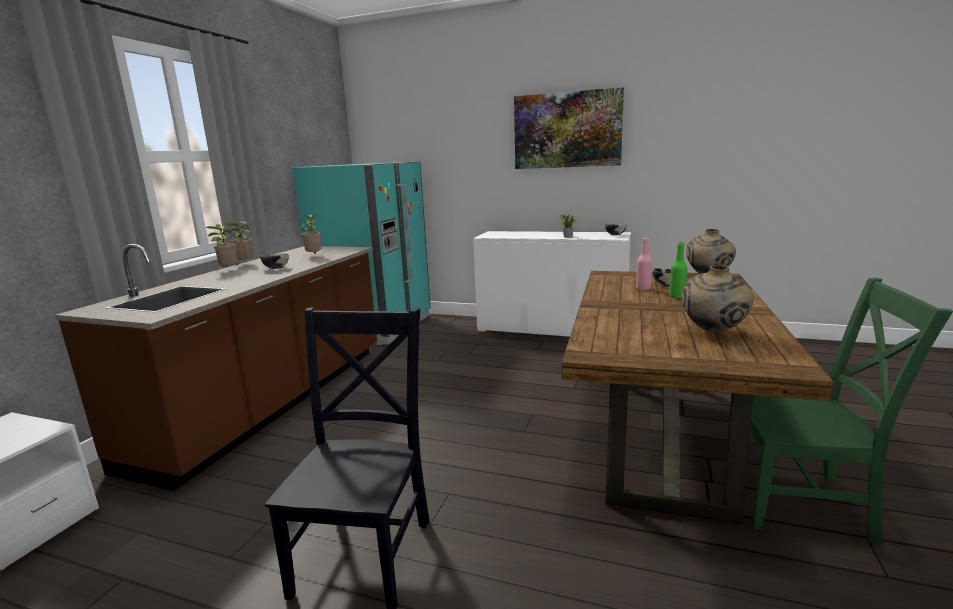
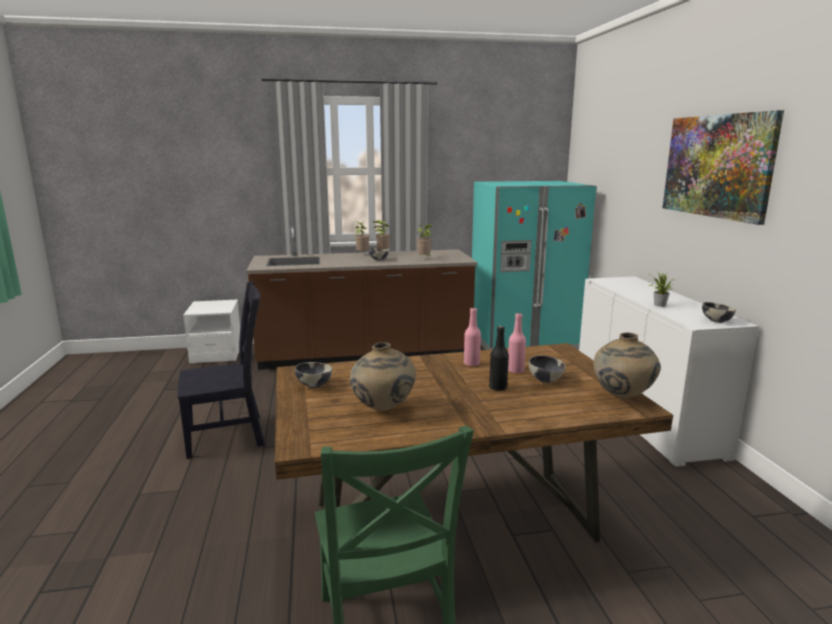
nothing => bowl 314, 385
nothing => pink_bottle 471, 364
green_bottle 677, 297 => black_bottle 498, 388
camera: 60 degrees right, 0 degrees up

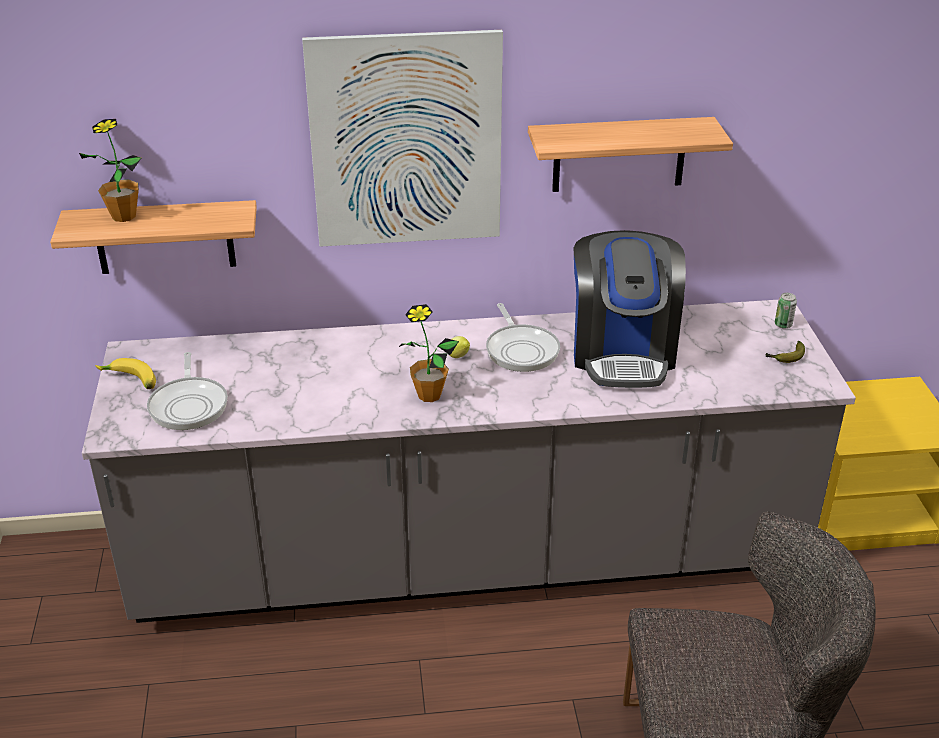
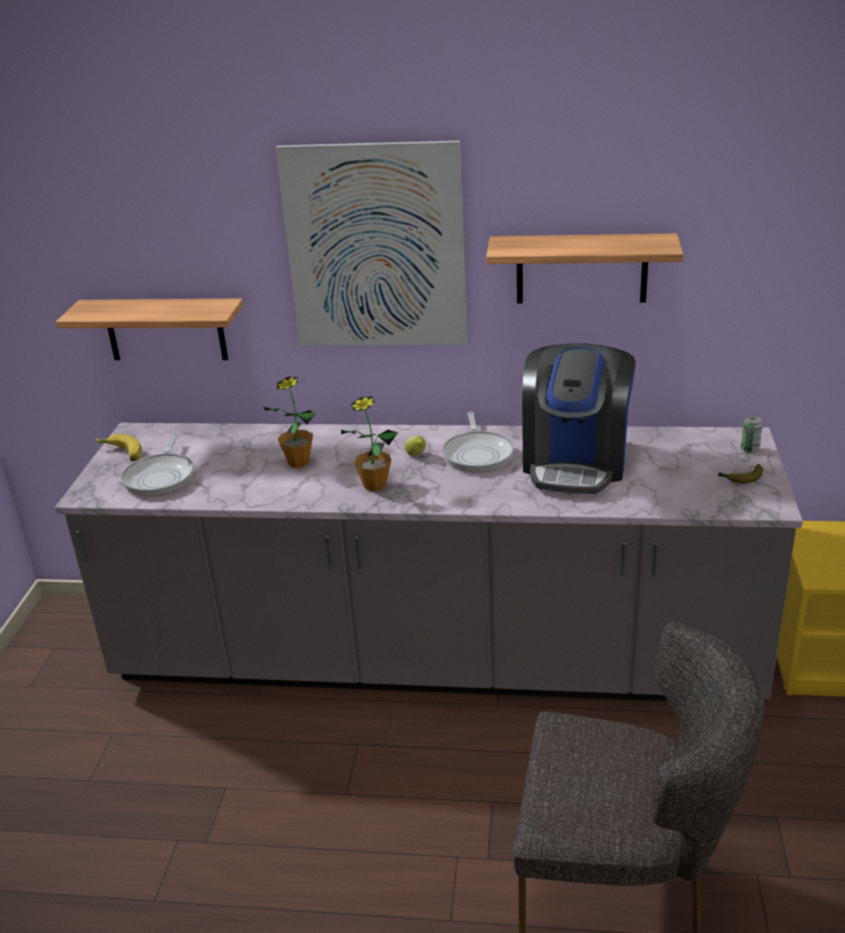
potted_plant 124, 216 => potted_plant 298, 462, moved
camera: 15 degrees right, 5 degrees down

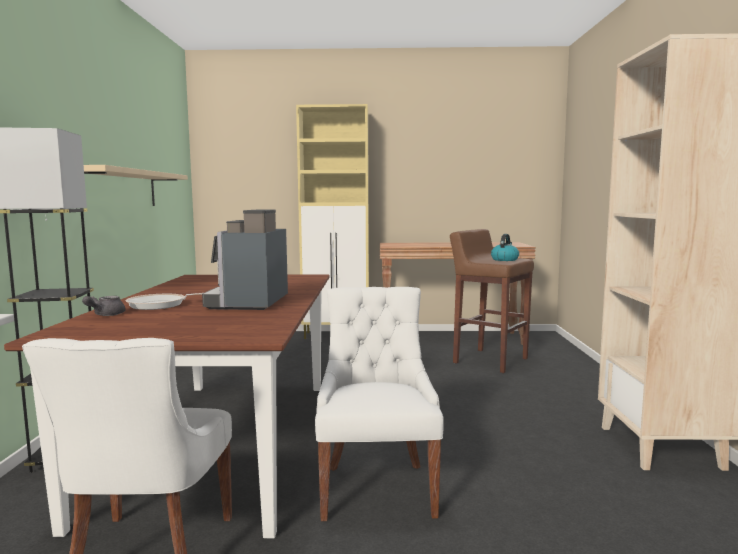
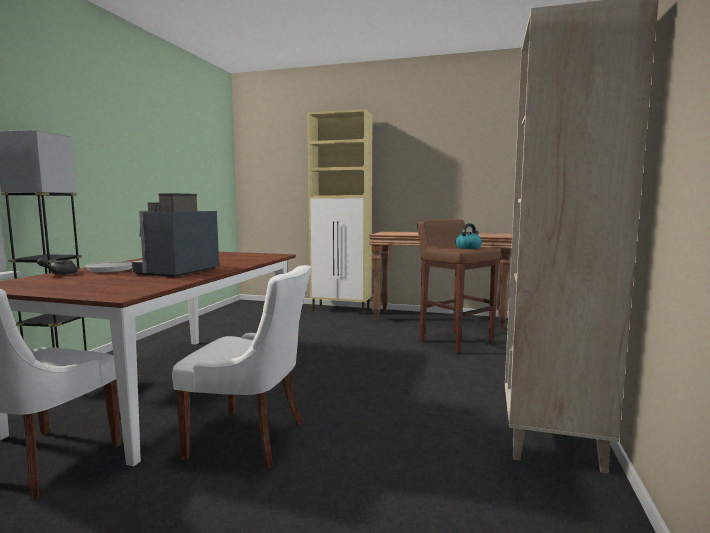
white_chair 377, 489 => white_chair 250, 439, 90 degrees clockwise
beige_shelf 118, 189 => nothing
camera: 15 degrees right, 0 degrees up

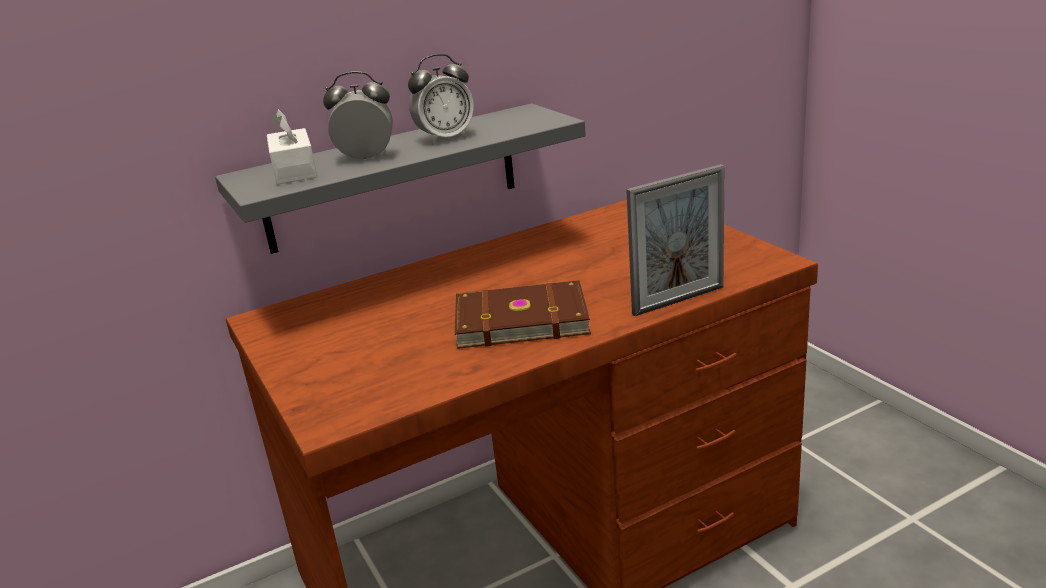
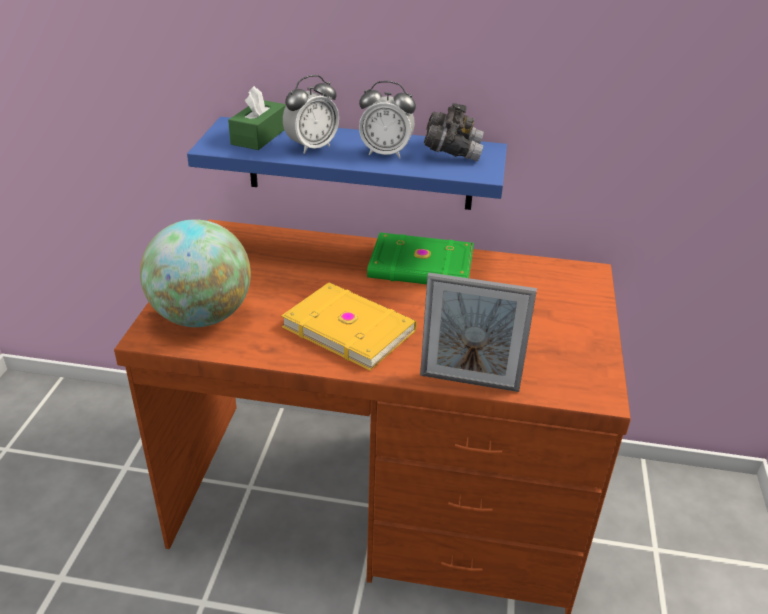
nothing => globe 201, 316
grey_shelf 392, 178 => blue_shelf 359, 164
white_tissue_box 294, 171 => green_tissue_box 259, 136
brown_book 520, 319 => yellow_book 349, 328
alarm_clock 367, 158 => alarm_clock 311, 147, 105 degrees clockwise
nothing => green_book 421, 267
nothing => grey_binoculars 452, 151
camera: 35 degrees right, 10 degrees up

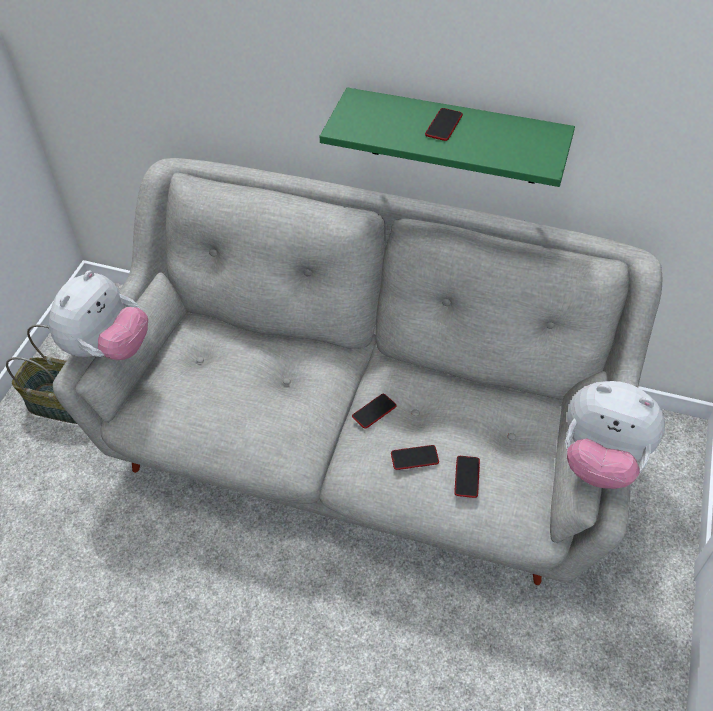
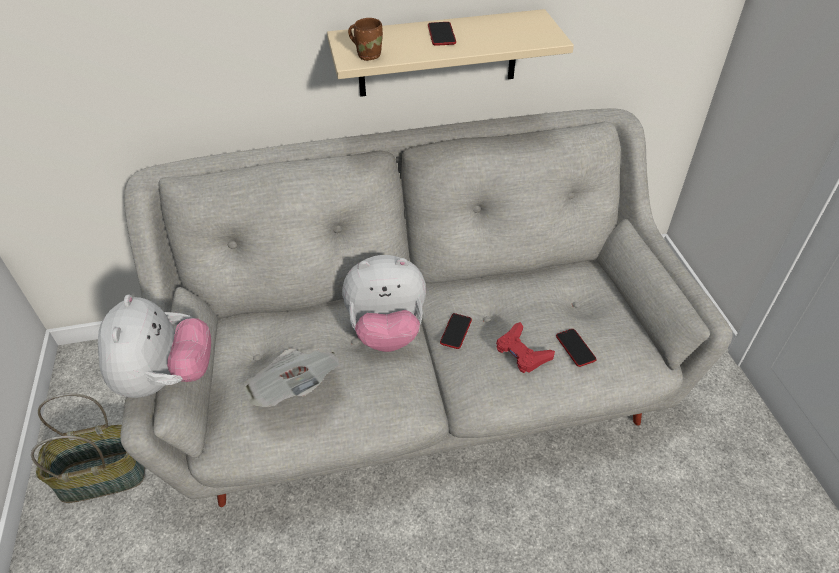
nothing => newspaper 294, 389
green_shelf 454, 137 => beige_shelf 438, 54
plush_toy 601, 460 => plush_toy 387, 331, moved
nothing => brown_mug 368, 55
phone 414, 458 => red_game_controller 522, 352
camera: 30 degrees left, 5 degrees down

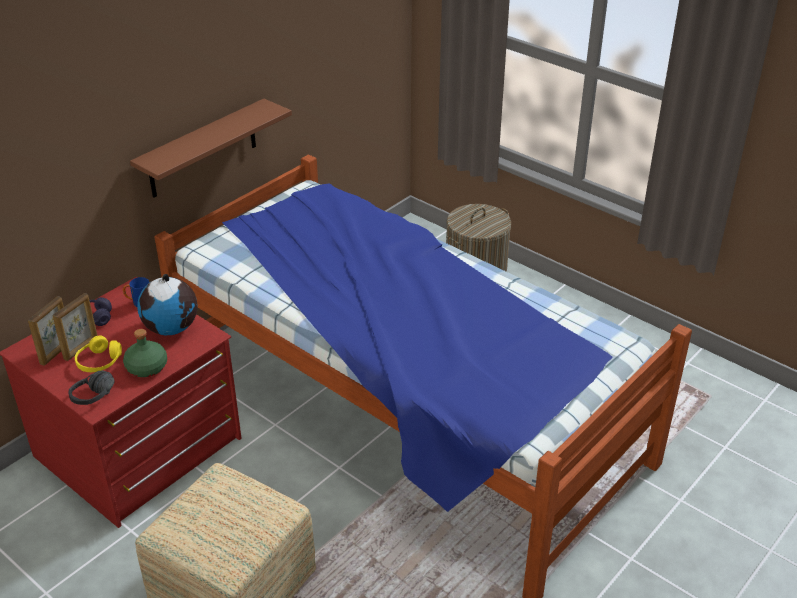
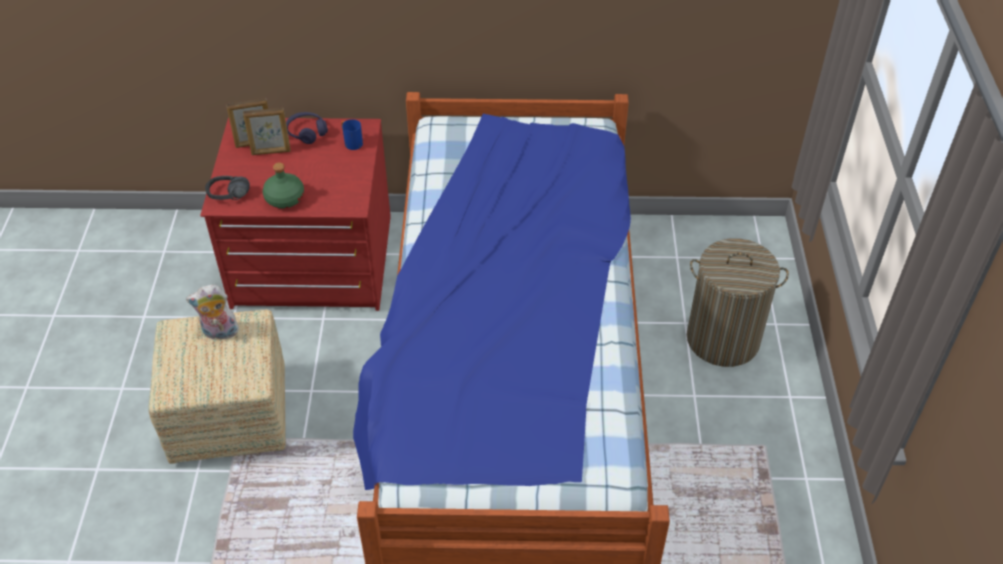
nothing => plush_toy 219, 333
yellow_headphones 99, 362 => nothing
brown_shelf 203, 149 => nothing
globe 172, 328 => nothing
camera: 50 degrees right, 10 degrees up

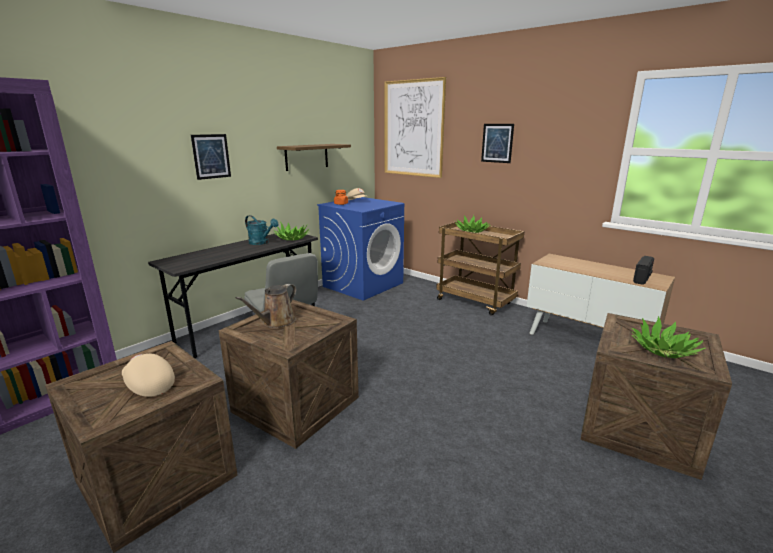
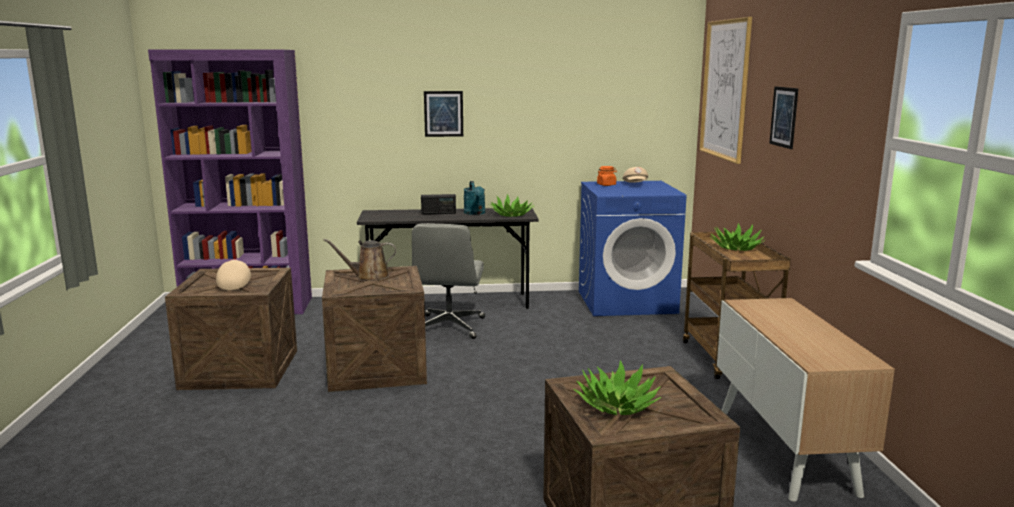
radio 642, 279 => radio 438, 213, moved
shelf 306, 157 => nothing
camera: 45 degrees right, 5 degrees down

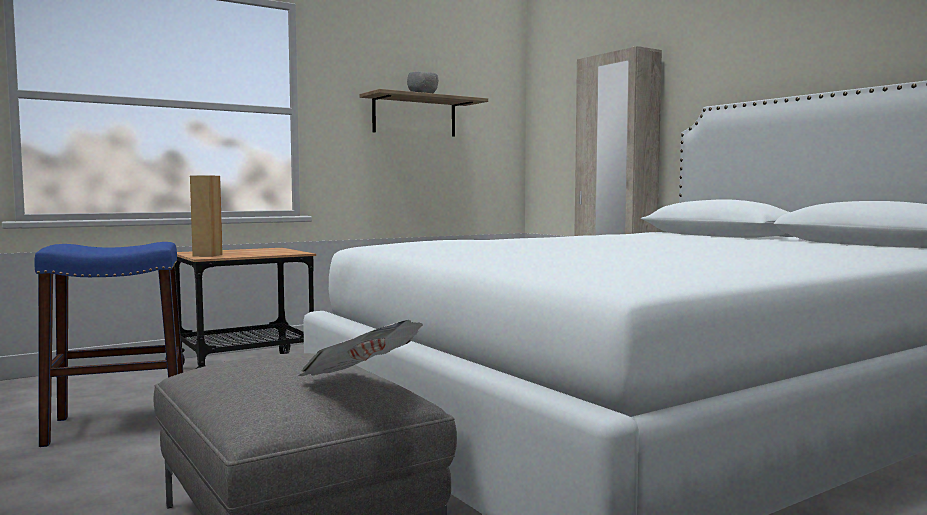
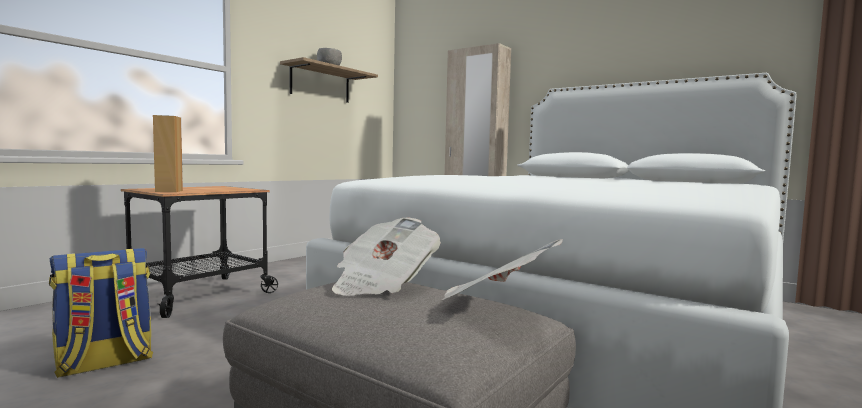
blue_stool 118, 425 => backpack 104, 363
nothing => newspaper 382, 284
camera: 20 degrees left, 0 degrees up

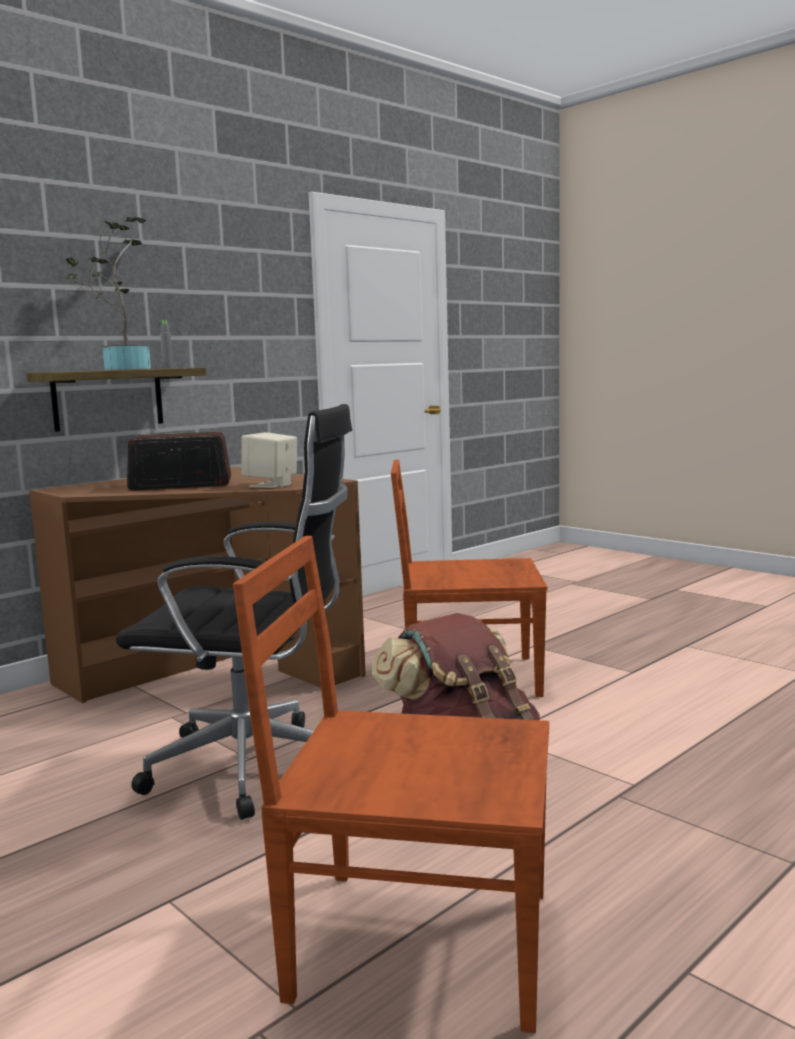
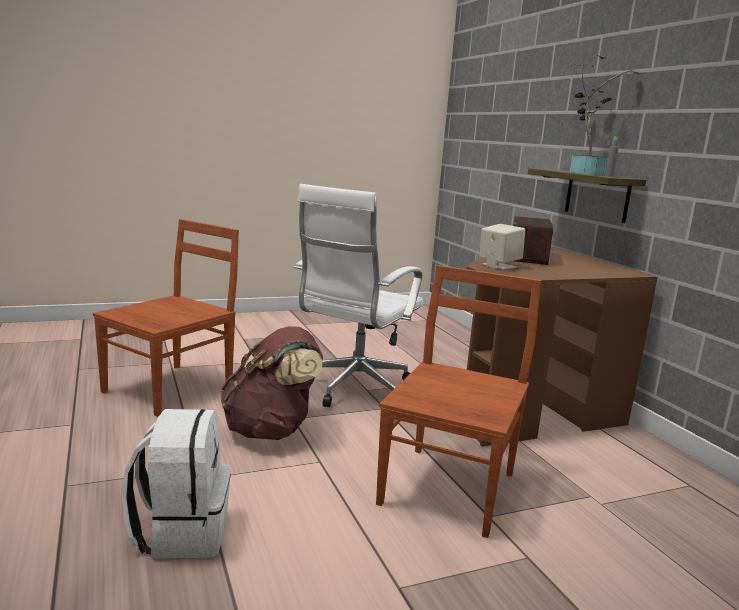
nothing => white_backpack 181, 532
black_office_chair 257, 767 => white_office_chair 353, 389
camera: 110 degrees right, 5 degrees up

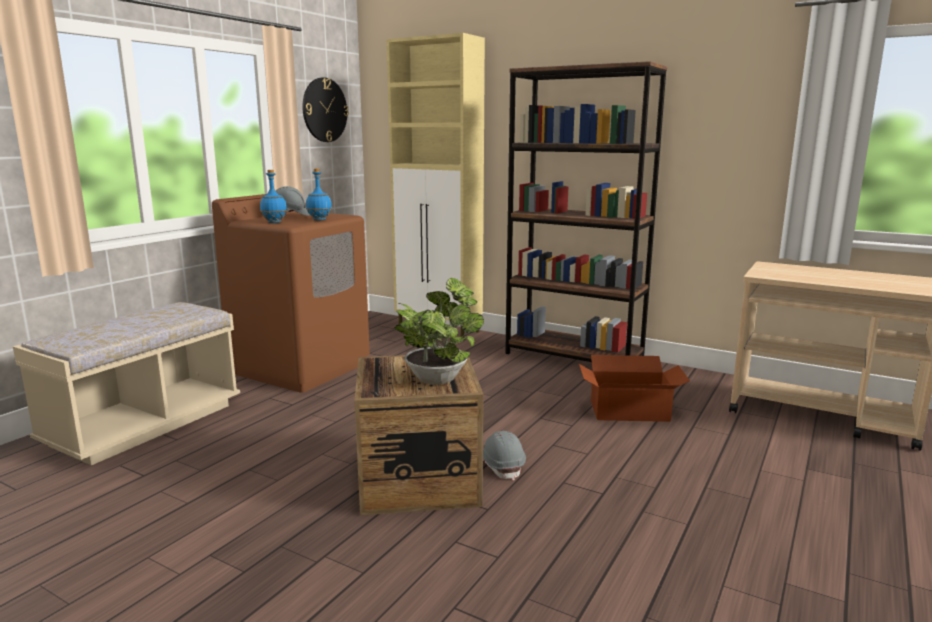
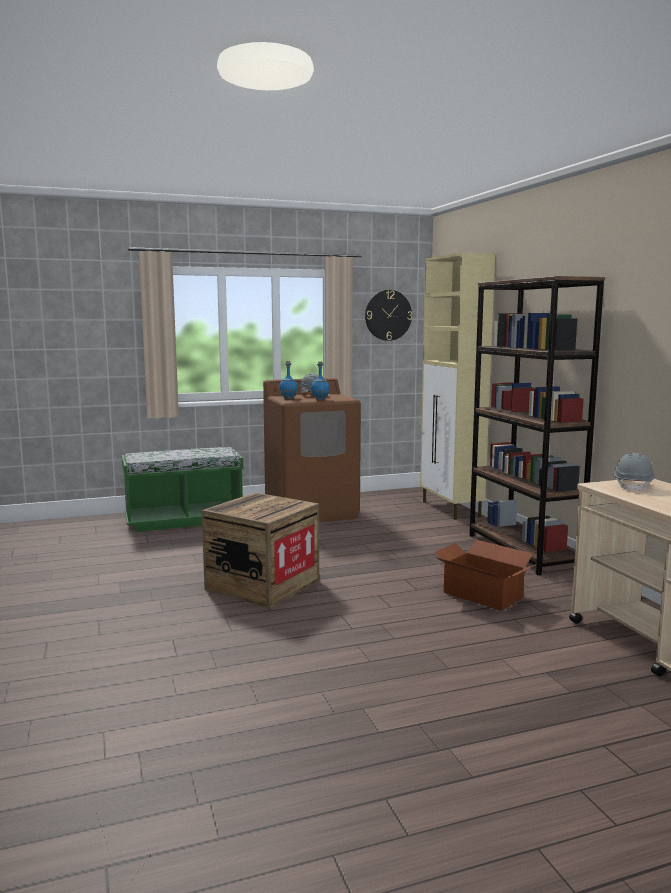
beige_bench 144, 425 => green_bench 184, 520
grey_hard_hat 502, 466 => grey_hard_hat 633, 486, moved
potted_plant 438, 378 => nothing
camera: 40 degrees right, 5 degrees down

